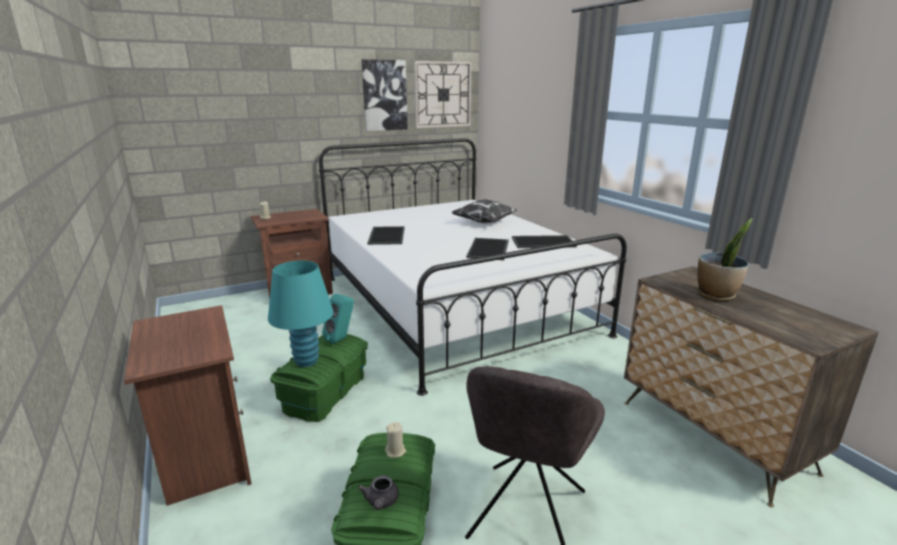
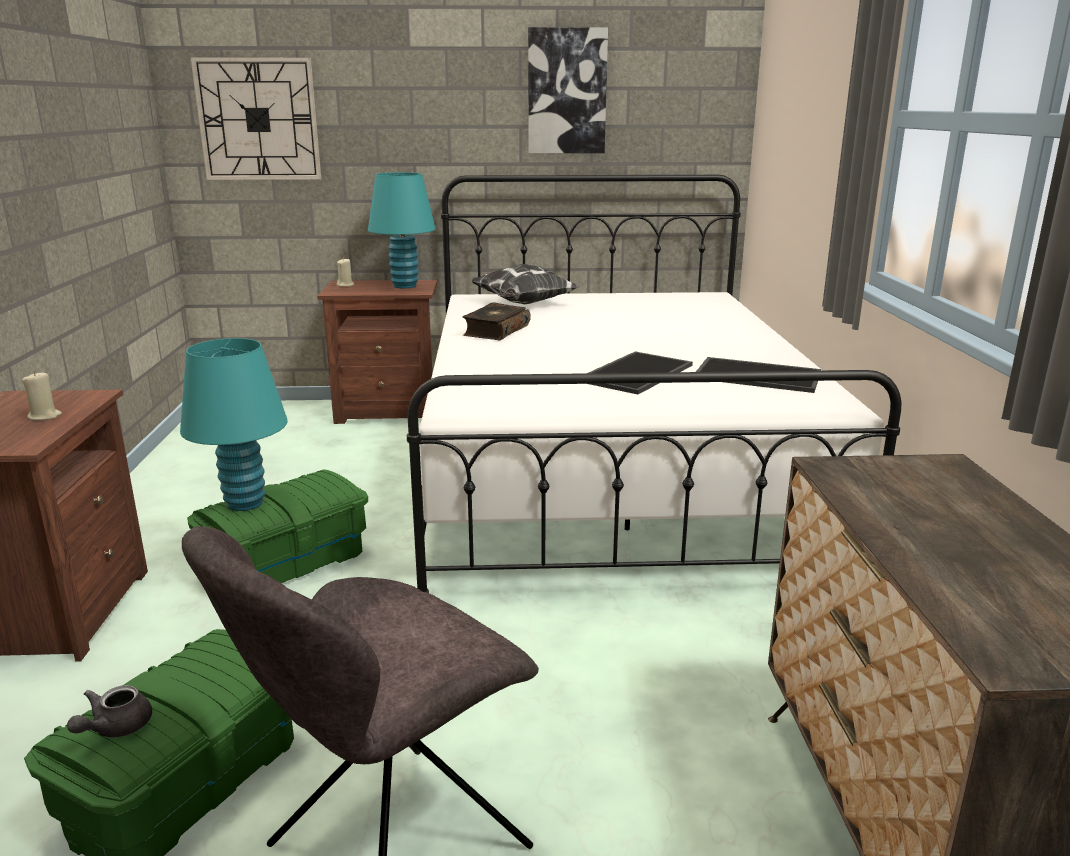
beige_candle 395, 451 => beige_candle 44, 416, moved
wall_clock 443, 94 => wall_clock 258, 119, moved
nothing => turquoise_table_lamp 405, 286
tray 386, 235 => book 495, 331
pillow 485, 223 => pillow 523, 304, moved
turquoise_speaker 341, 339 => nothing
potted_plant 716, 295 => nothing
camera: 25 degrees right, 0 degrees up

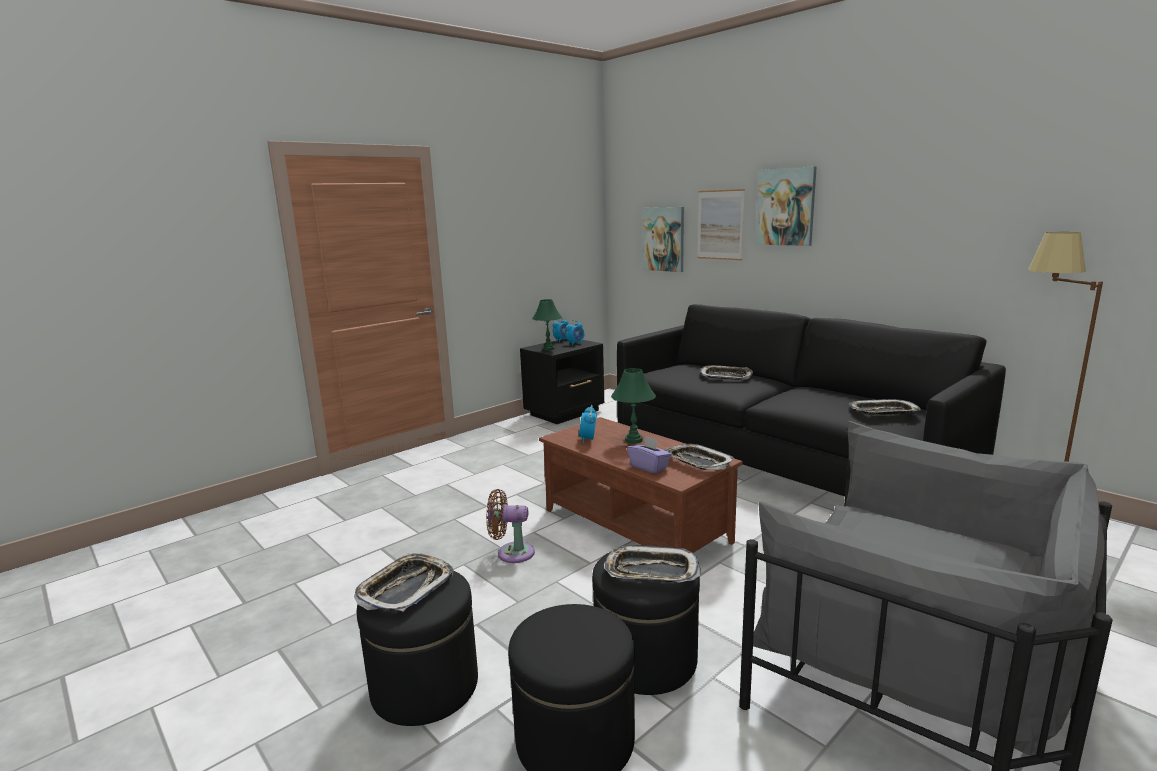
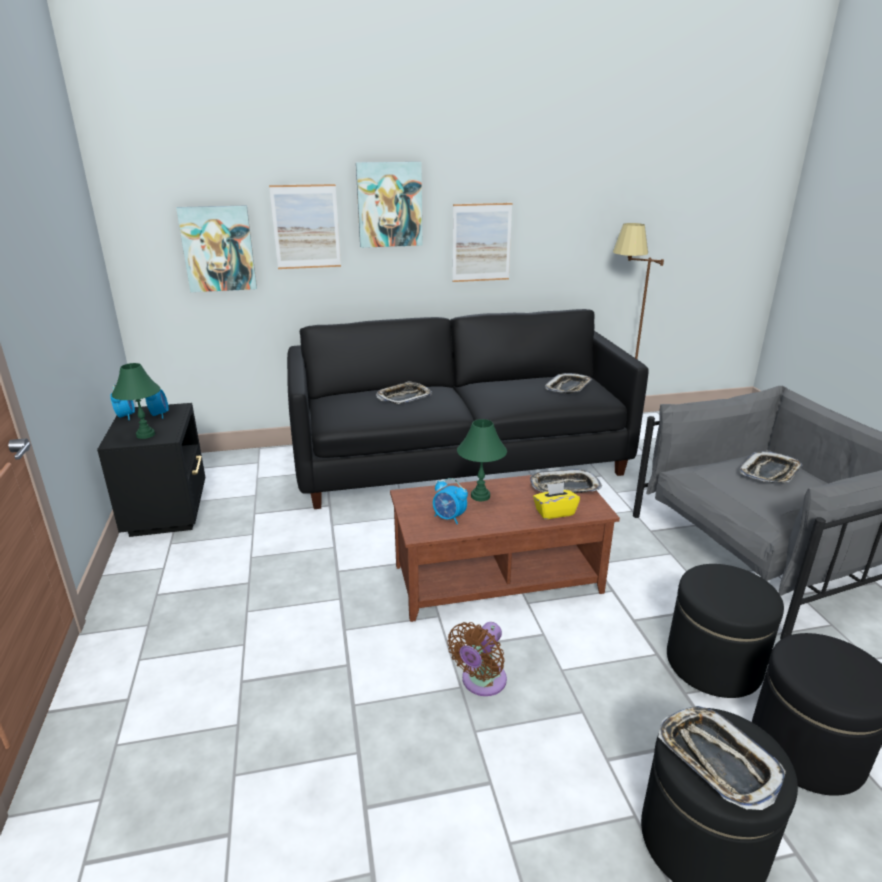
nothing => picture 481, 242
purple_tissue_box 649, 467 => yellow_tissue_box 554, 512
tray 651, 572 => tray 770, 472, moved
camera: 60 degrees left, 10 degrees up

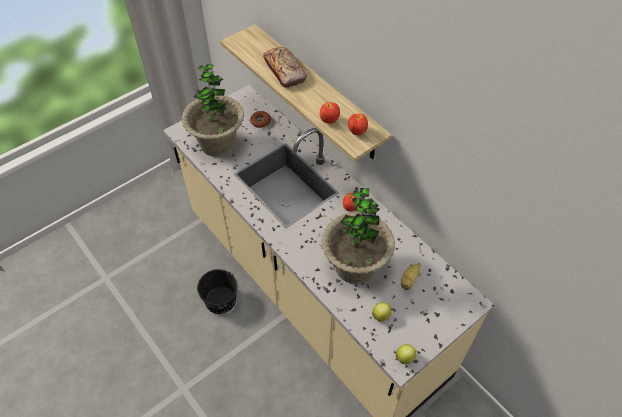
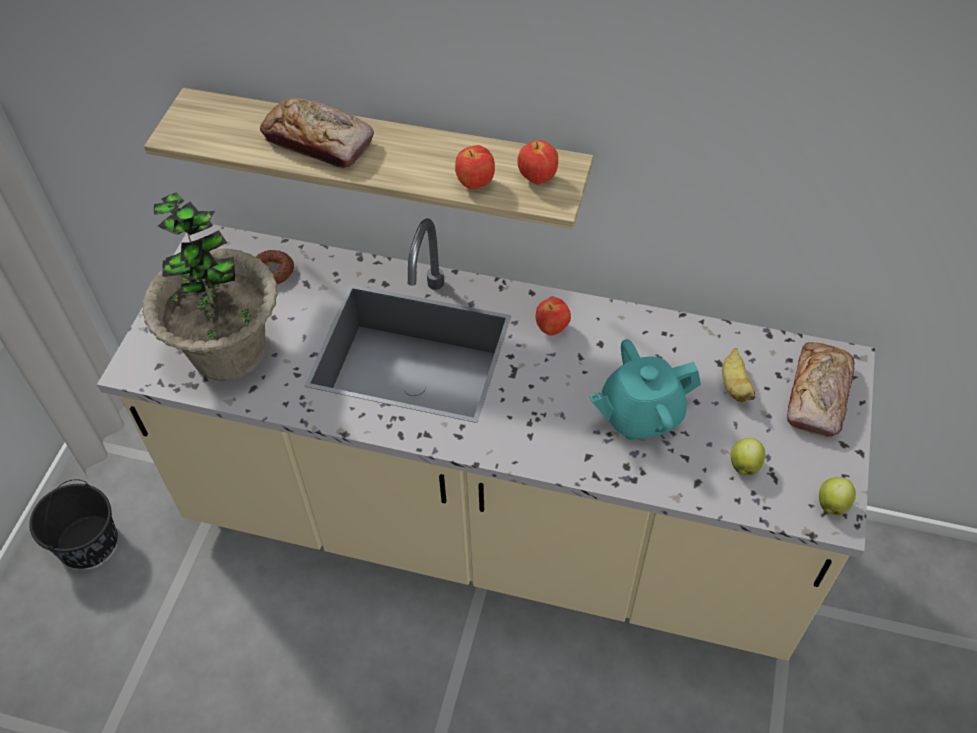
black_bucket 220, 300 => black_bucket 87, 543, moved
potted_plant 355, 266 => turquoise_teapot 640, 414
nothing => bread 817, 395
camera: 35 degrees left, 0 degrees up

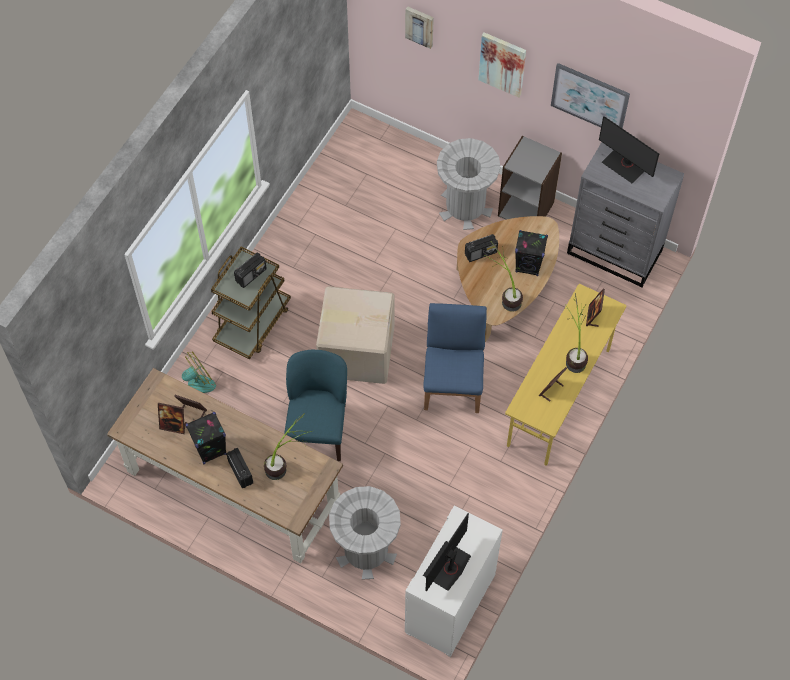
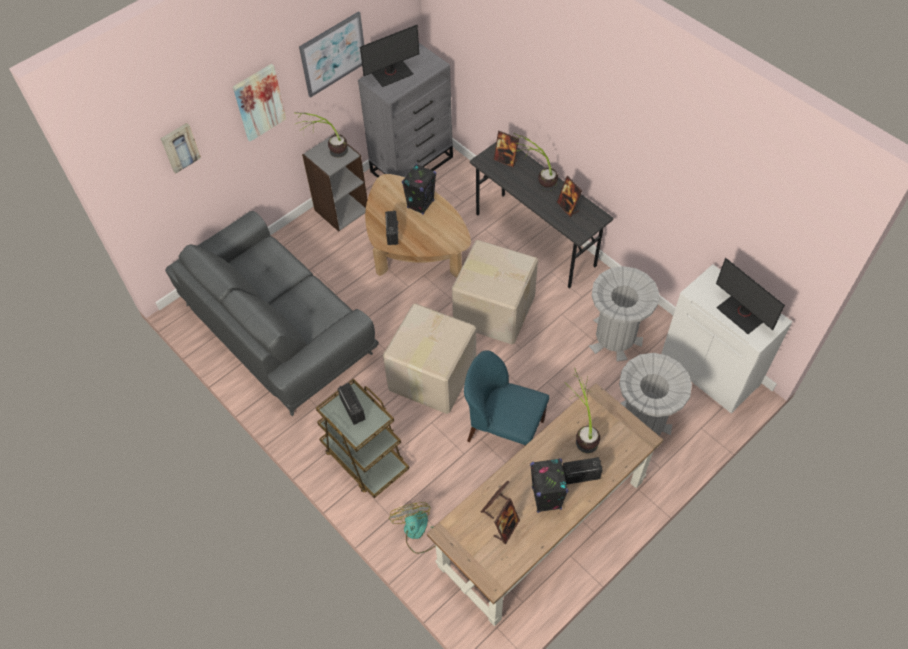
nothing => grey_sofa 278, 328
potted_plant 504, 294 => potted_plant 327, 153, moved
blue_chair 453, 383 => cardboard_box 493, 309
yellow_desk 559, 398 => grey_desk 535, 240
grey_trash_can 465, 207 => grey_trash_can 615, 337, moved
camera: 70 degrees left, 5 degrees down

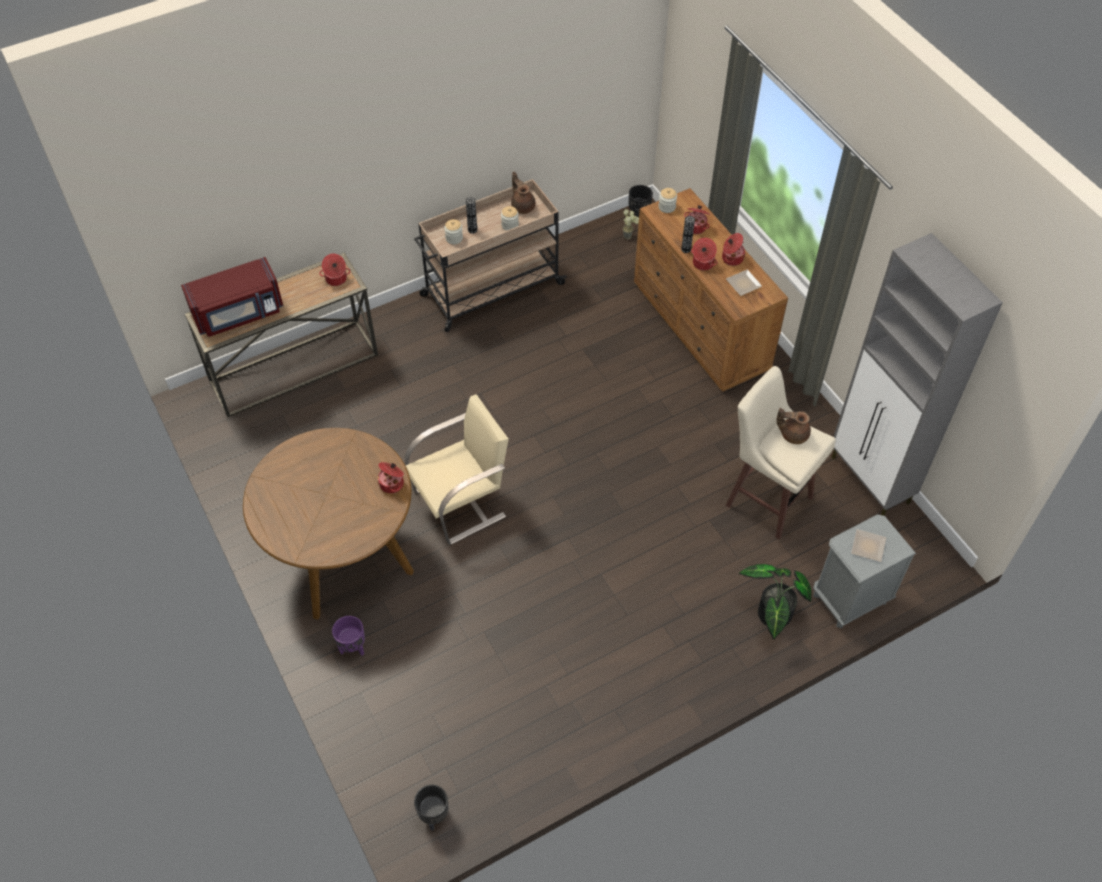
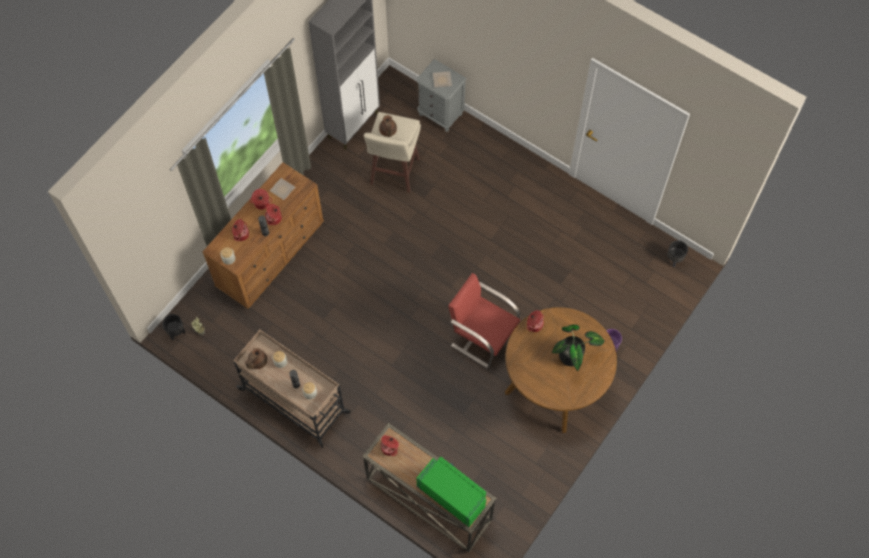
red_microwave 239, 313 => green_microwave 452, 495
beige_chair 461, 503 => red_chair 482, 336
potted_plant 771, 616 => potted_plant 573, 356, moved
camera: 115 degrees left, 10 degrees up

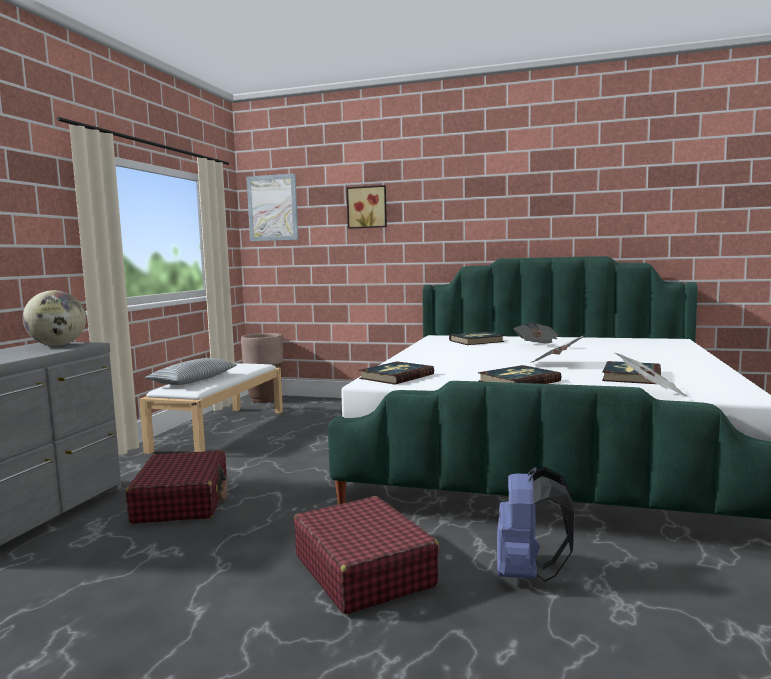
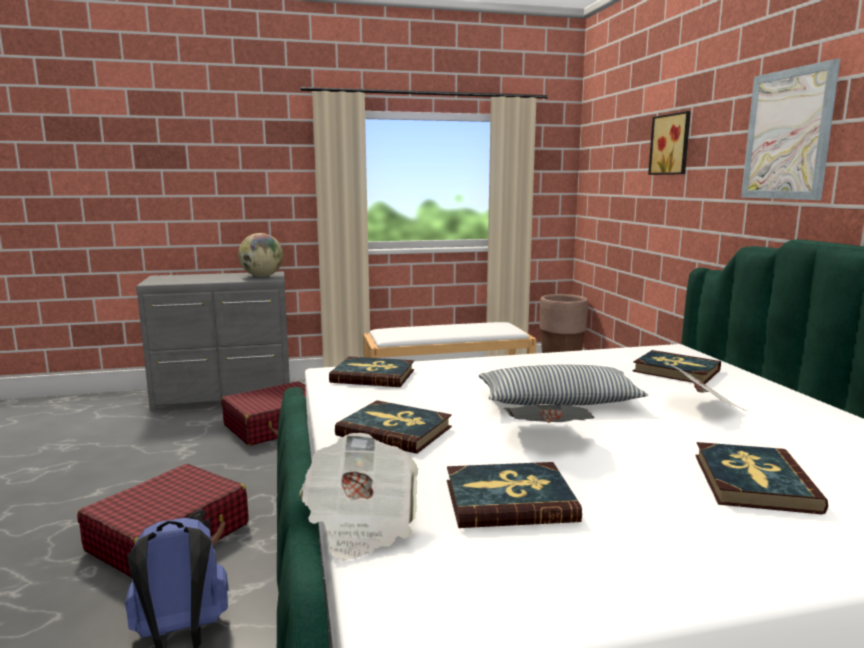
pillow 194, 380 => pillow 558, 401, moved
nothing => book 753, 482
picture 272, 208 => picture 787, 135, moved
camera: 60 degrees right, 5 degrees up

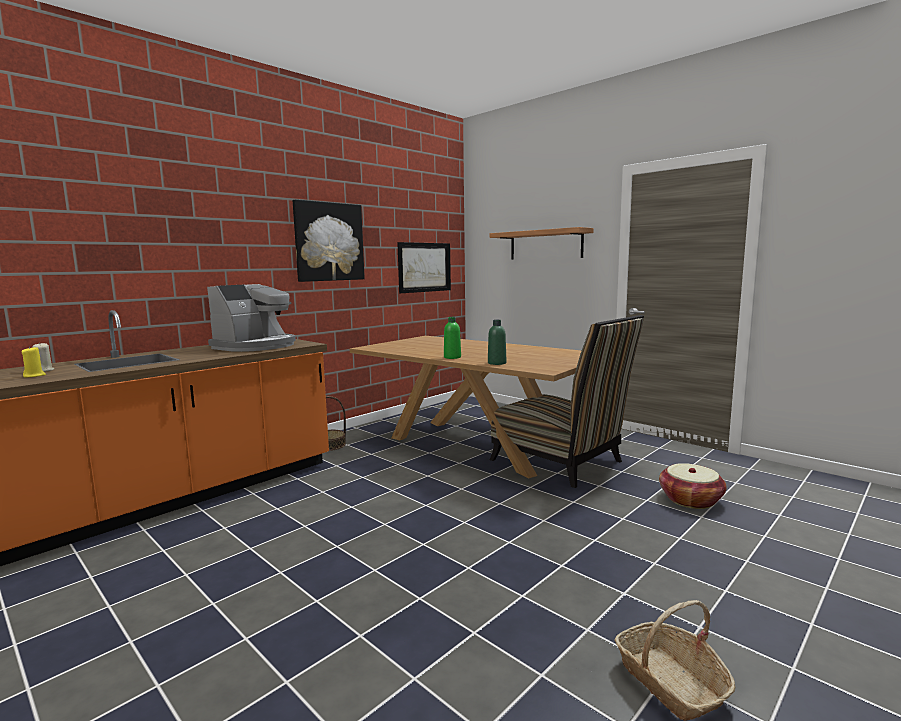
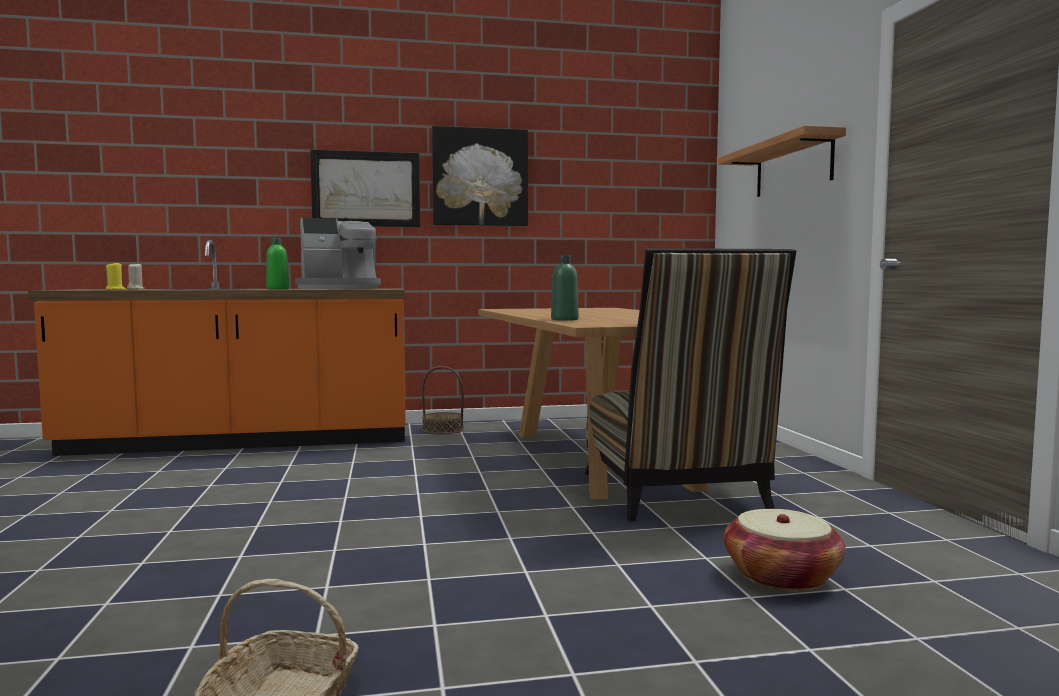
green_bottle 452, 357 => green_bottle 277, 289, moved
picture 424, 267 => picture 366, 189, moved
camera: 35 degrees right, 5 degrees down

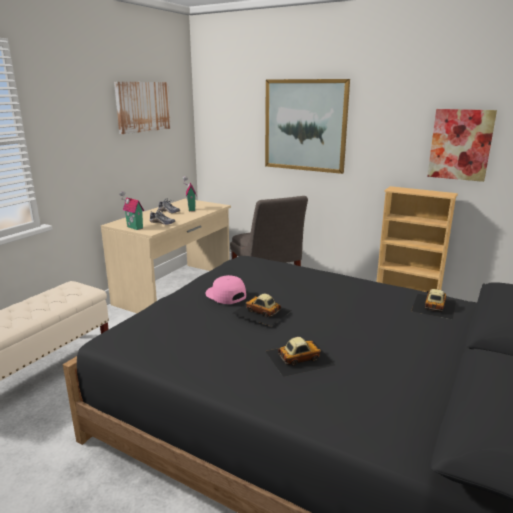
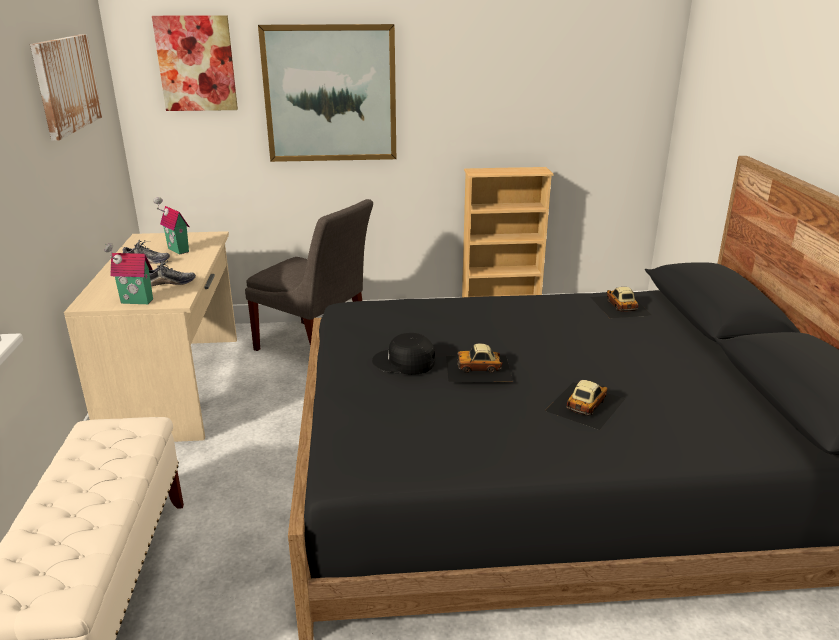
picture 460, 144 => picture 196, 63, moved
pink_cap 225, 295 => black_cap 404, 362
camera: 35 degrees left, 5 degrees up

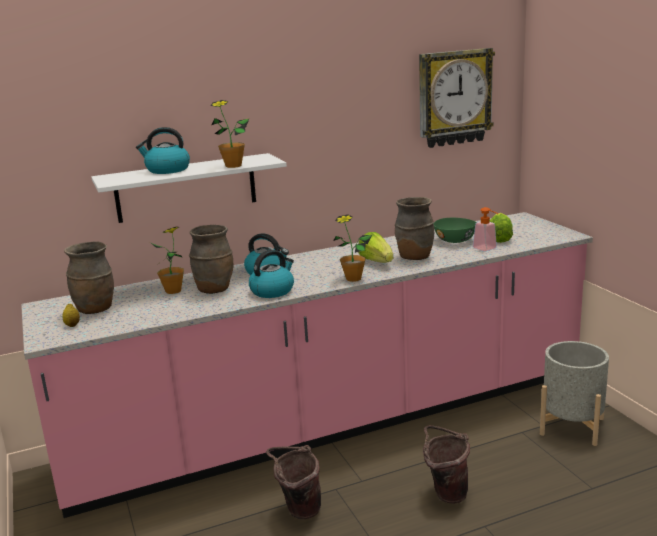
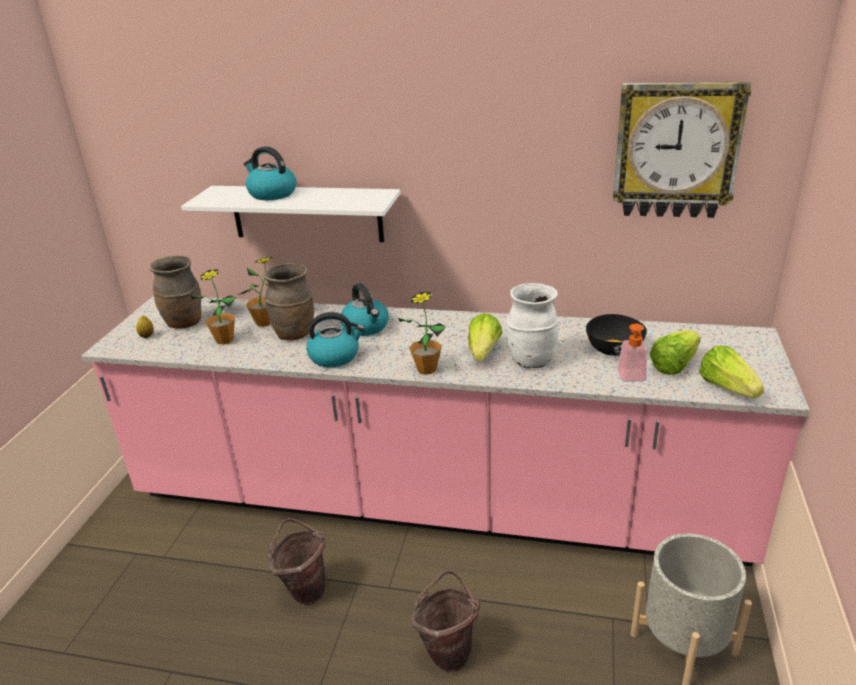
potted_plant 233, 166 => potted_plant 224, 340, moved
brown_vase 414, 257 => white_vase 531, 360
green_bowl 455, 240 => black_bowl 614, 349
nothing => lettuce 727, 388
camera: 35 degrees right, 10 degrees up

